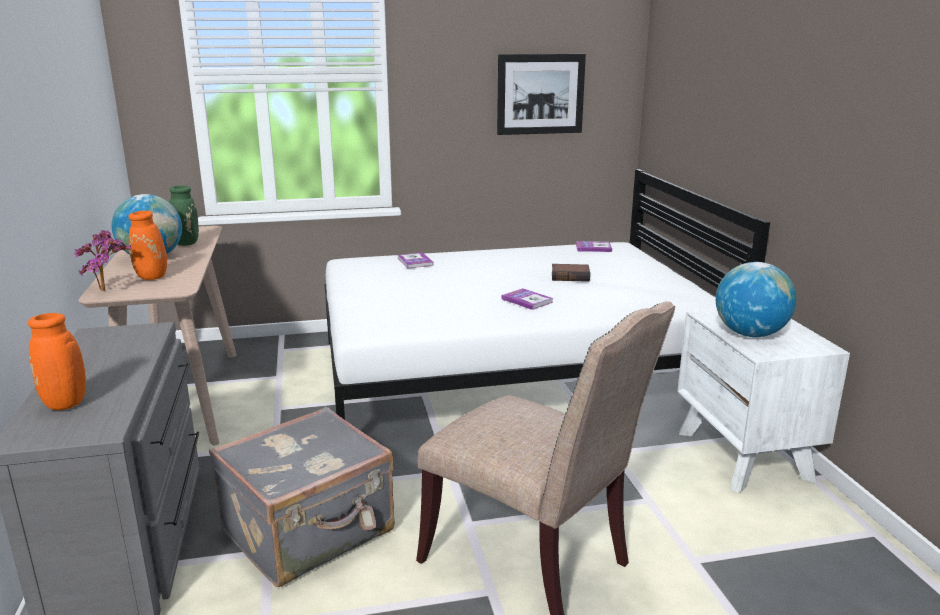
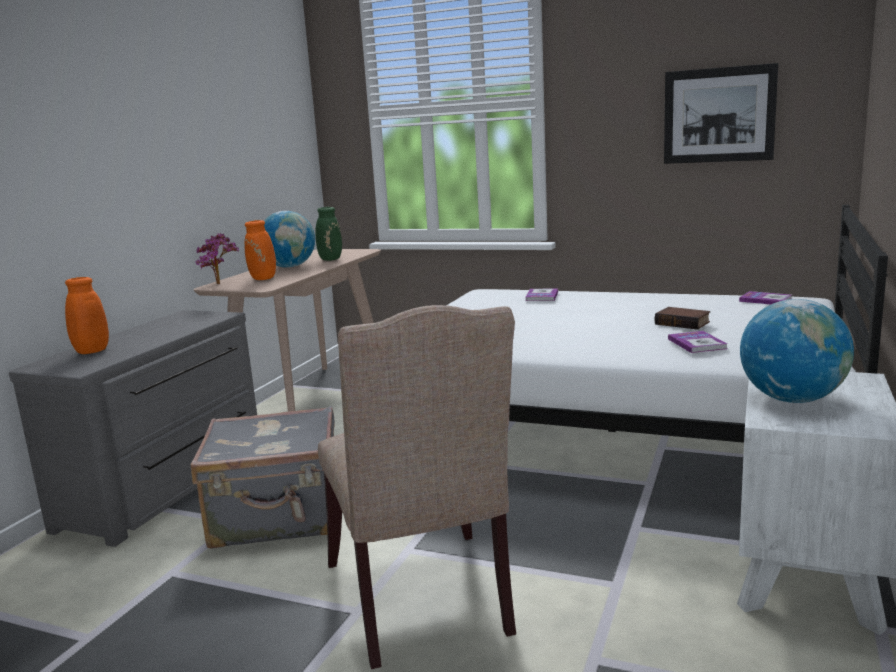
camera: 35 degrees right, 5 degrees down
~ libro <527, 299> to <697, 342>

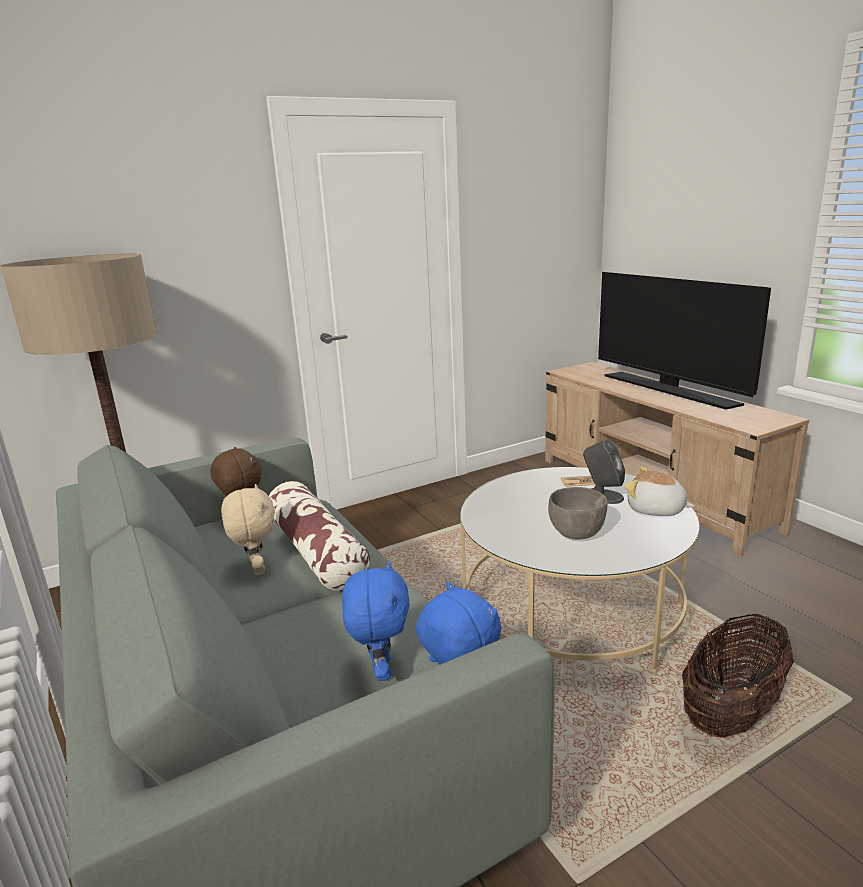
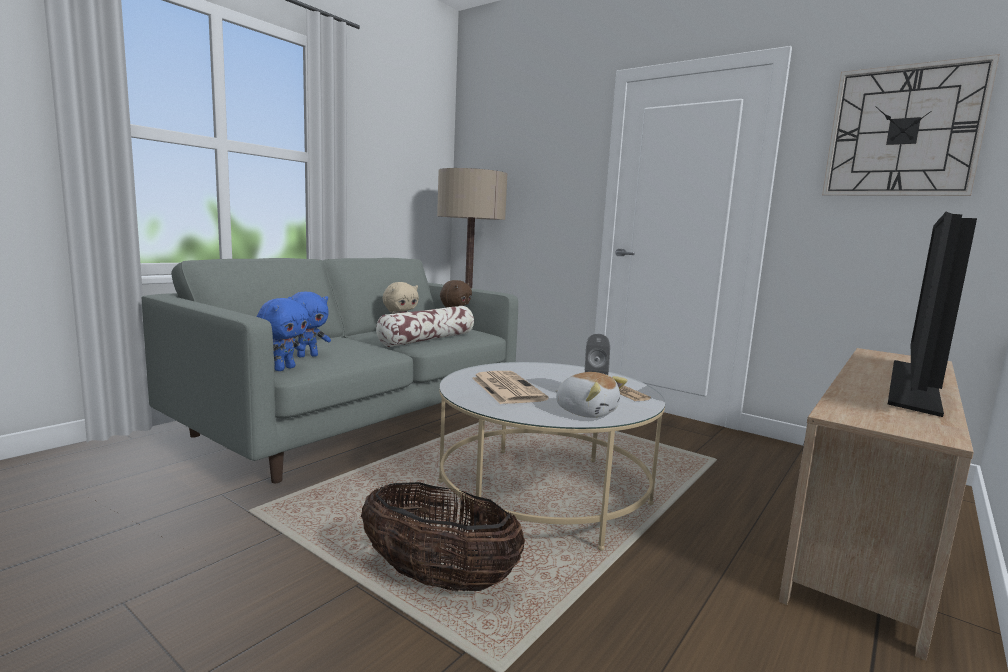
camera: 65 degrees right, 10 degrees down
~ cuenco (gris) <577, 513> to periódico <510, 387>
~ peluche <659, 491> = <591, 395> 120 degrees clockwise
+ reloj de pared <911, 125>

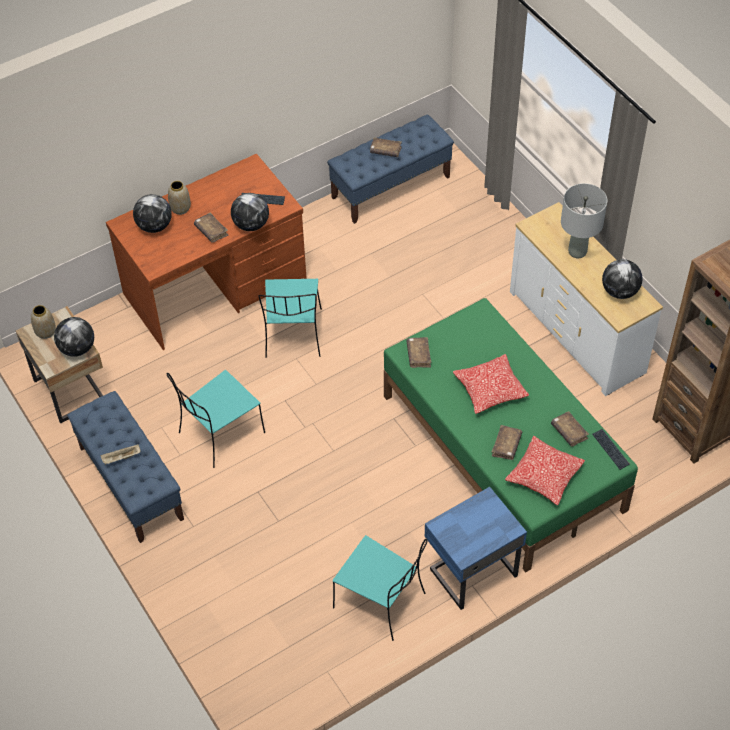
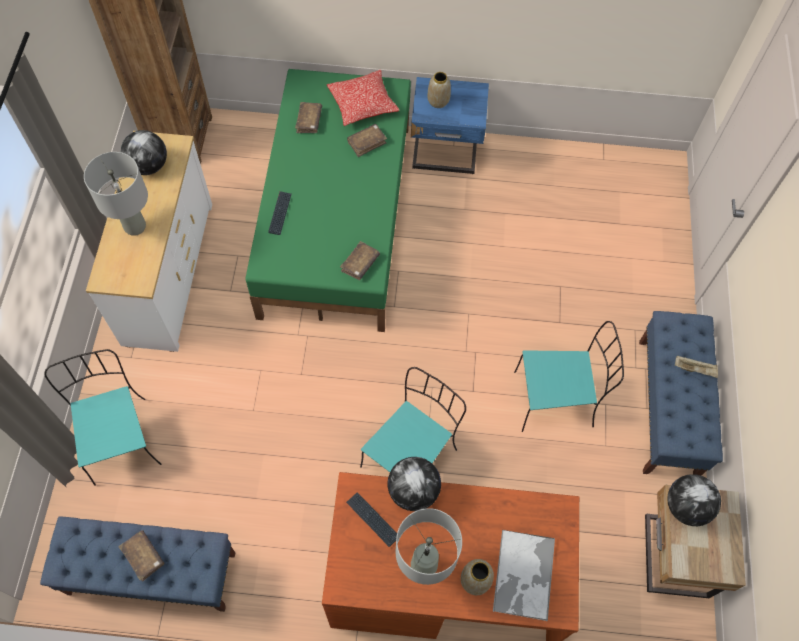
camera: 145 degrees left, 10 degrees up
~ florero <43, 322> to <439, 90>
~ globo terráqueo <152, 213> to bandeja <524, 575>
- libro (marrón) <211, 228>
~ silla (turquesa) <380, 588> to <103, 417>
- cojín <491, 384>
~ teclado <611, 449> to <279, 213>
+ lámpara de mesa (gris) <429, 546>

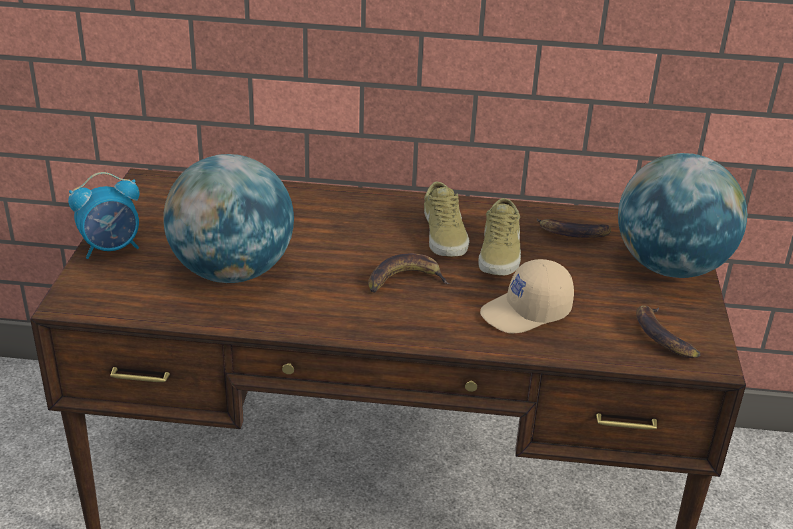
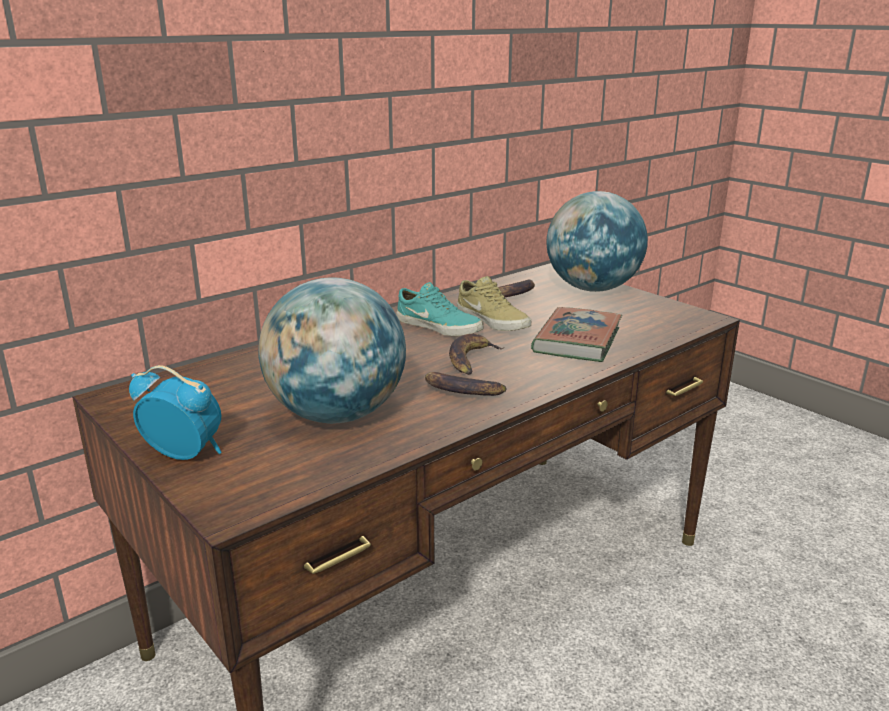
camera: 45 degrees left, 10 degrees down
~ despertador <104, 215> = <175, 412> 90 degrees counterclockwise
~ zapato (beis) <446, 219> to zapato (turquesa) <440, 309>
~ gorra (beis) <527, 296> to libro <576, 334>
~ plátano <668, 331> to <466, 384>

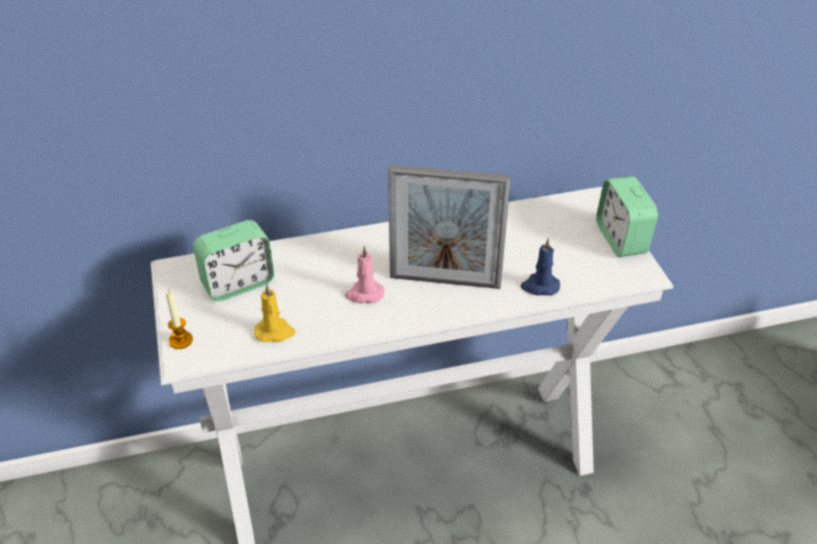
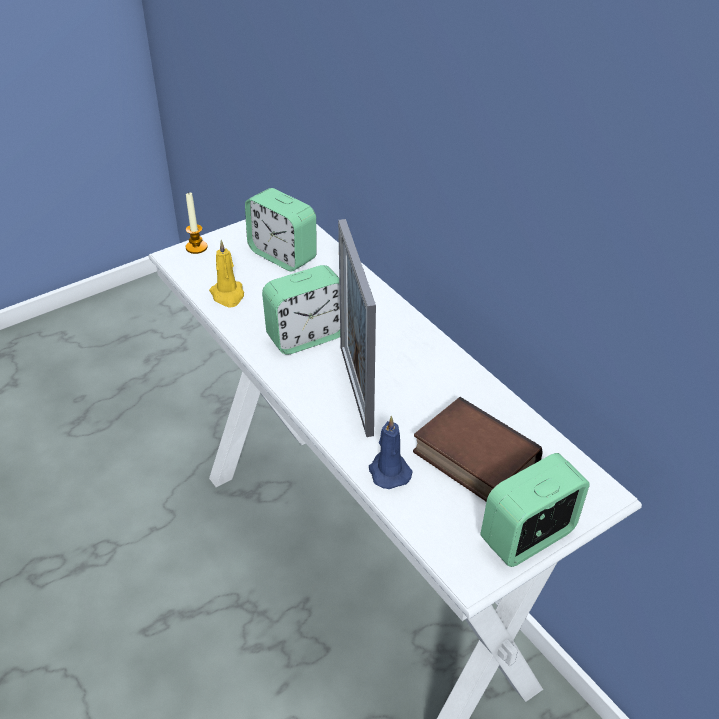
camera: 70 degrees right, 0 degrees up
~ vela (rosa) <364, 275> to despertador <301, 310>
+ libro <478, 449>

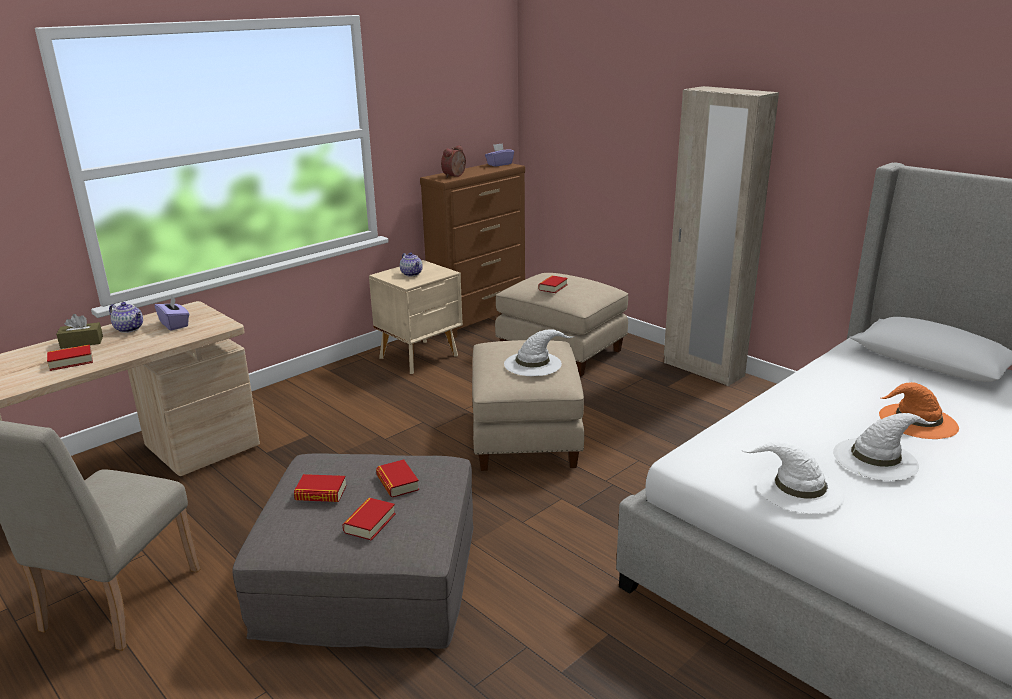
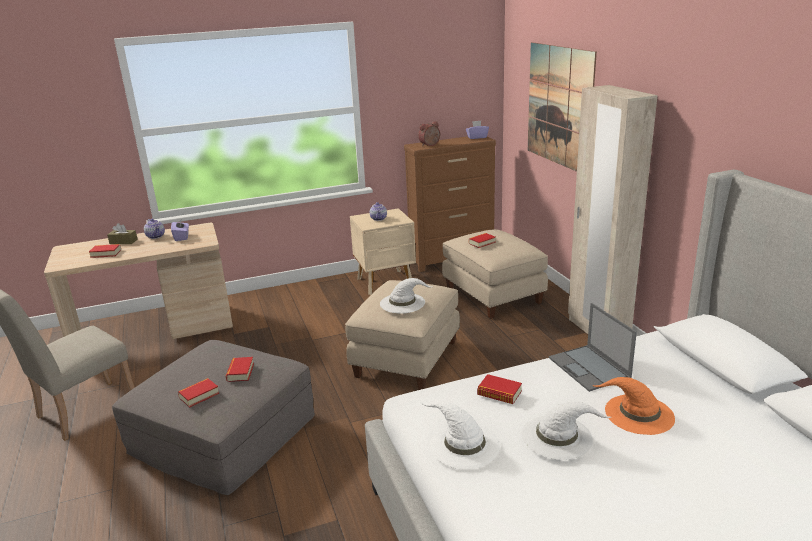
camera: 25 degrees right, 0 degrees up
~ libro <320, 488> to <499, 389>
+ cuadro <562, 107>
+ portátil <593, 347>

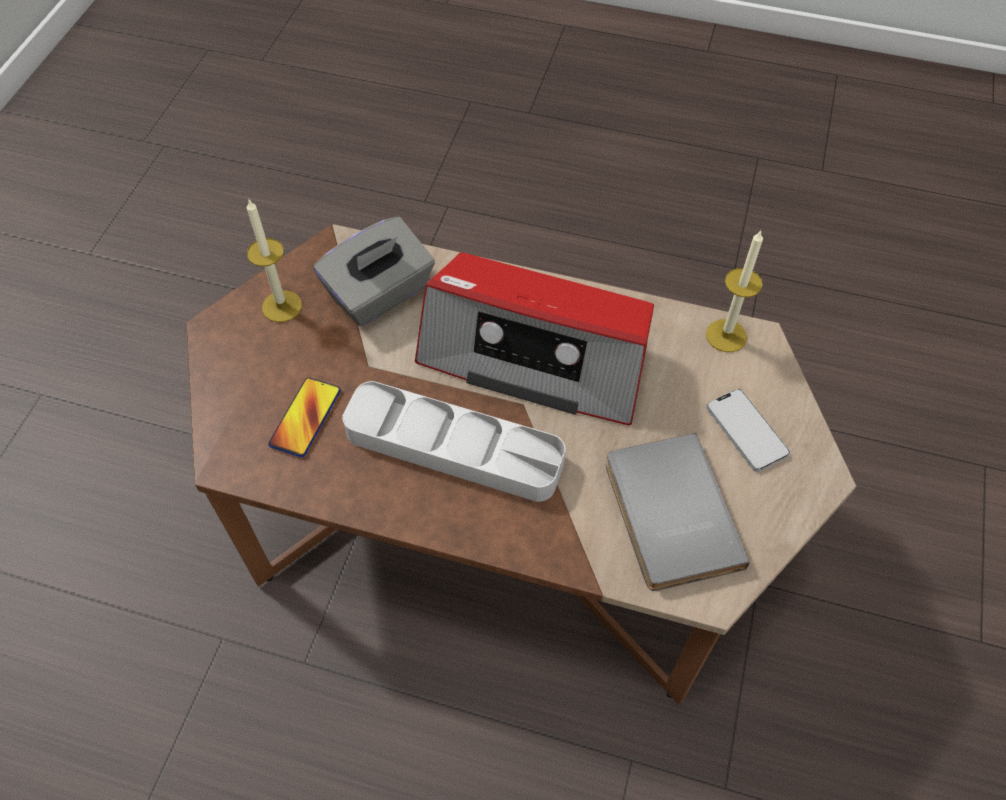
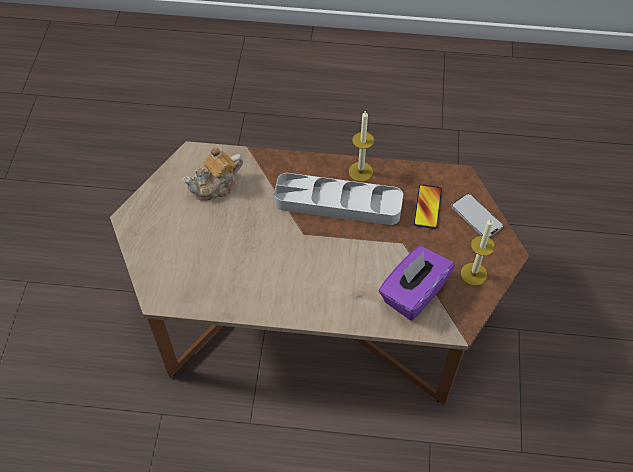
camera: 170 degrees right, 0 degrees up
~ caja de pañuelos (gris) <374, 271> to caja de pañuelos (morado) <417, 283>
- radio <534, 339>
~ libro (gris) <678, 512> to tetera <212, 173>
~ vela <734, 291> to <361, 146>
~ móvil <748, 430> to <477, 215>

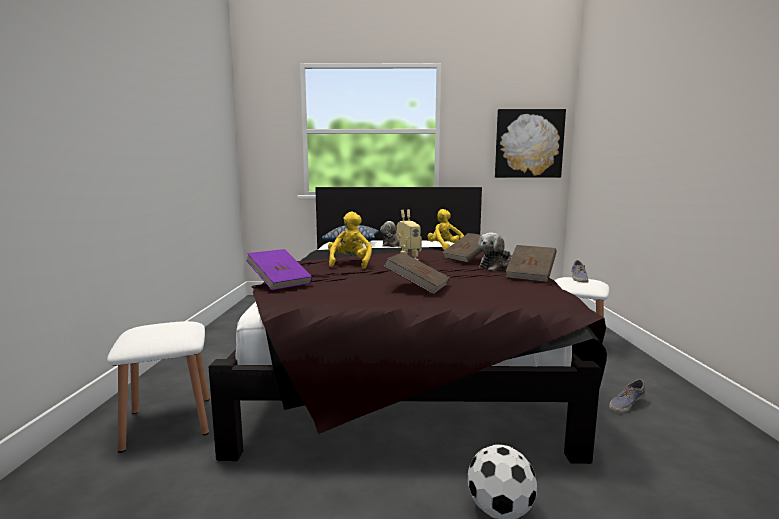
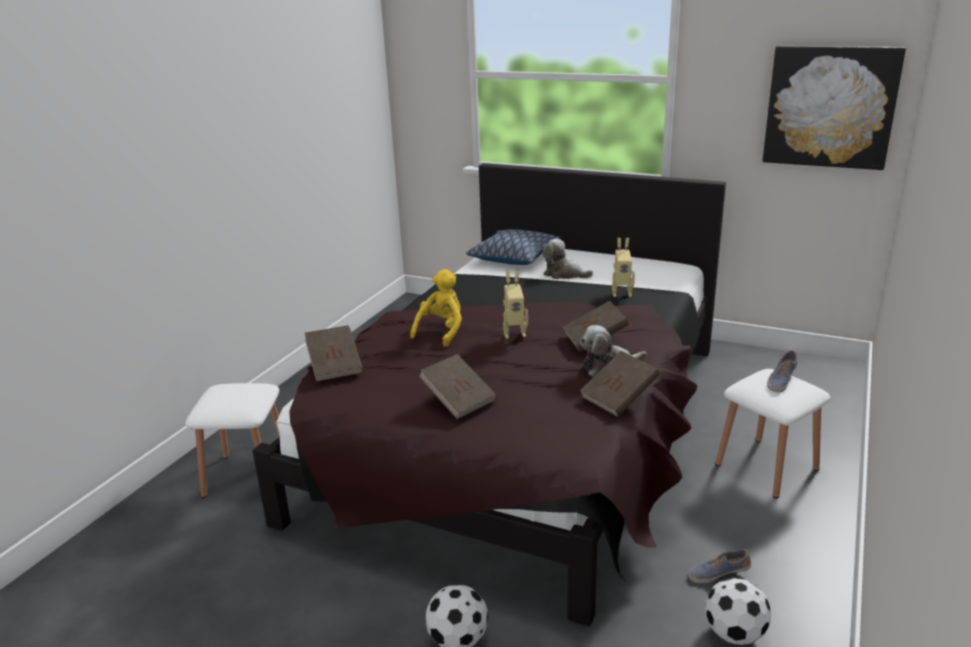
camera: 25 degrees right, 15 degrees up
~ libro (morado) <279, 269> to libro (marrón) <334, 353>
~ peluche (amarillo) <445, 229> to robot de juguete <623, 267>
+ balón de fútbol <738, 611>

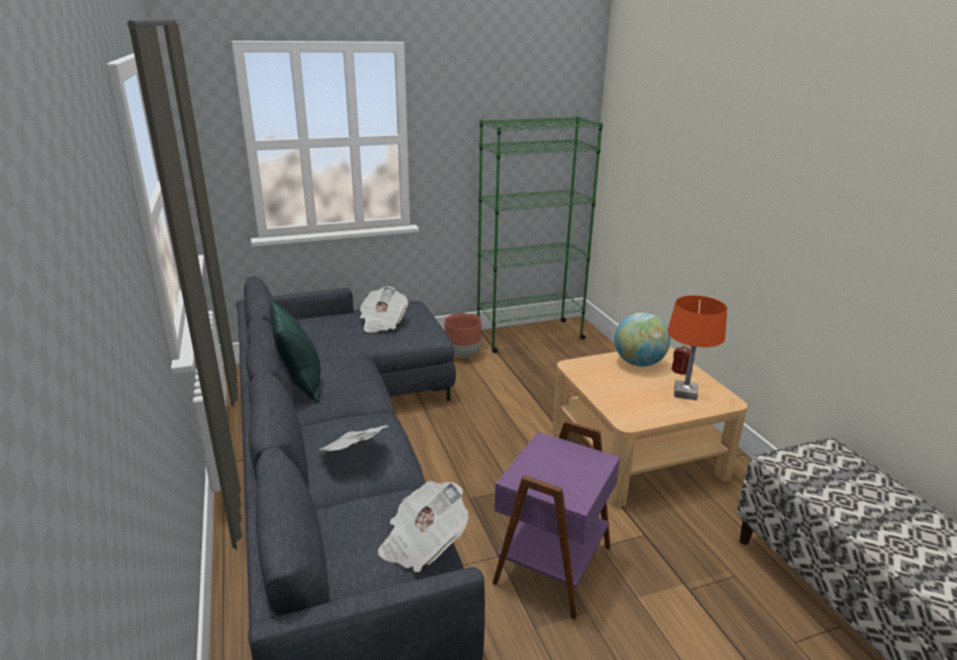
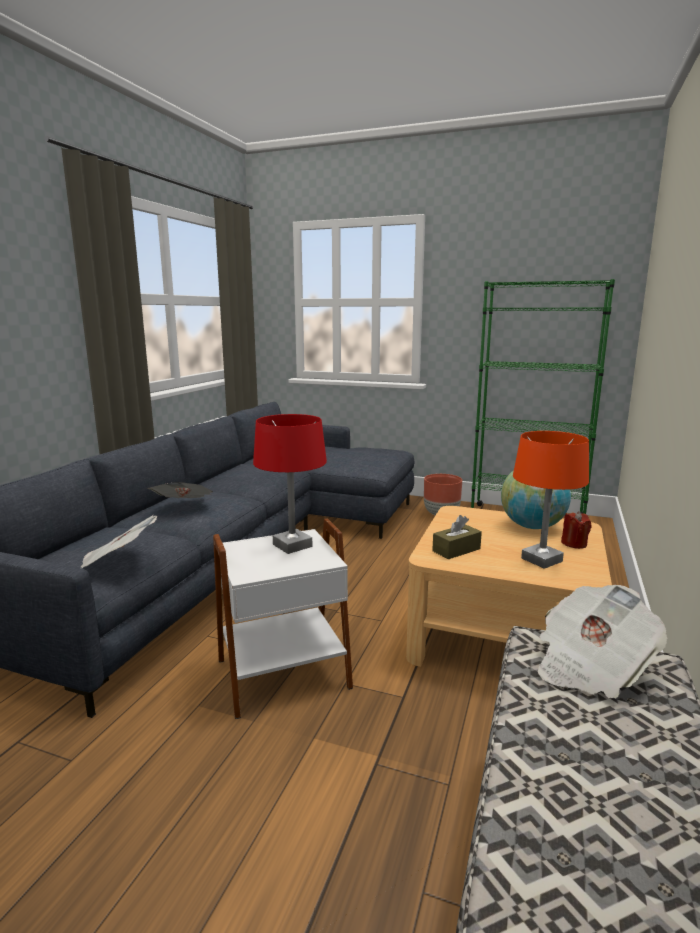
camera: 40 degrees right, 10 degrees down
- cojín (verde) <295, 351>
~ periódico <384, 309> to <602, 641>
~ mesa auxiliar (morado) <556, 520> to mesa auxiliar (blanco) <283, 619>
+ lámpara de mesa (rojo) <290, 484>
+ caja de pañuelos (marrón) <457, 537>

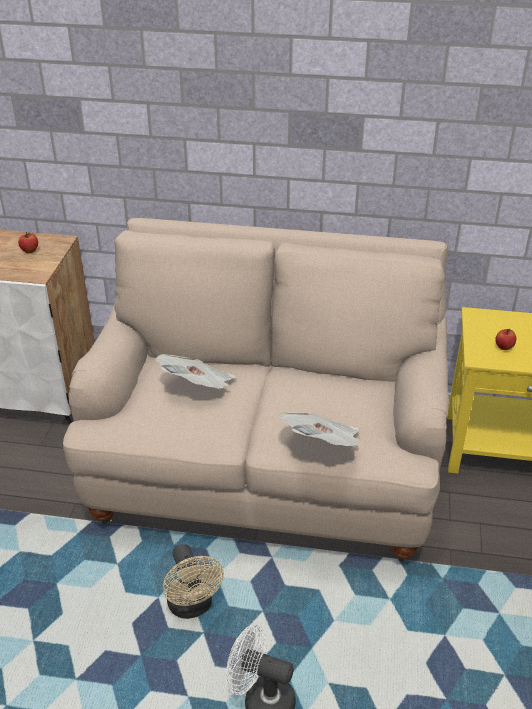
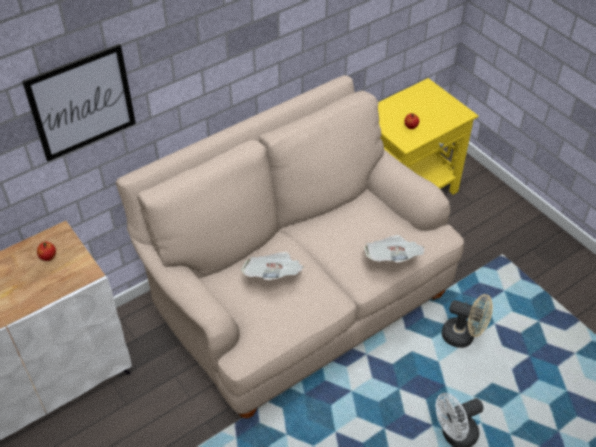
camera: 45 degrees left, 10 degrees up
~ ventilador (beis) <193, 581> to <467, 321>
+ cuadro <79, 102>

